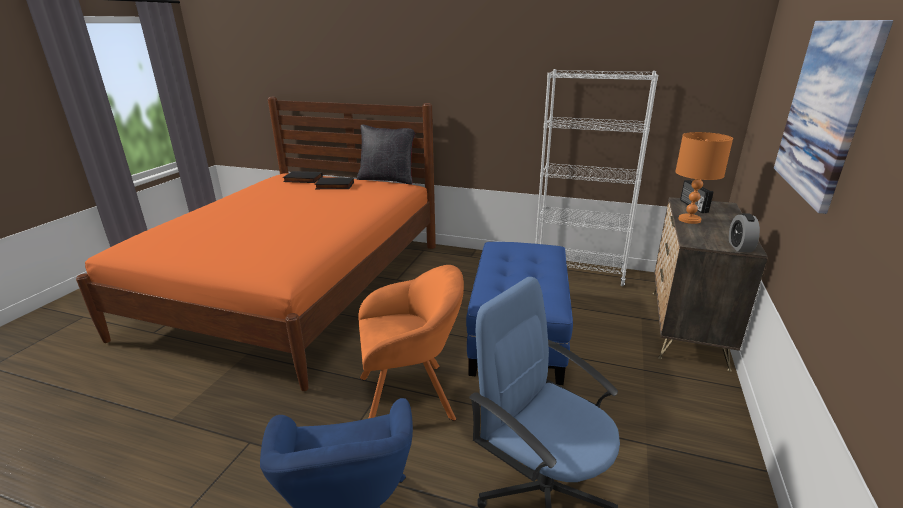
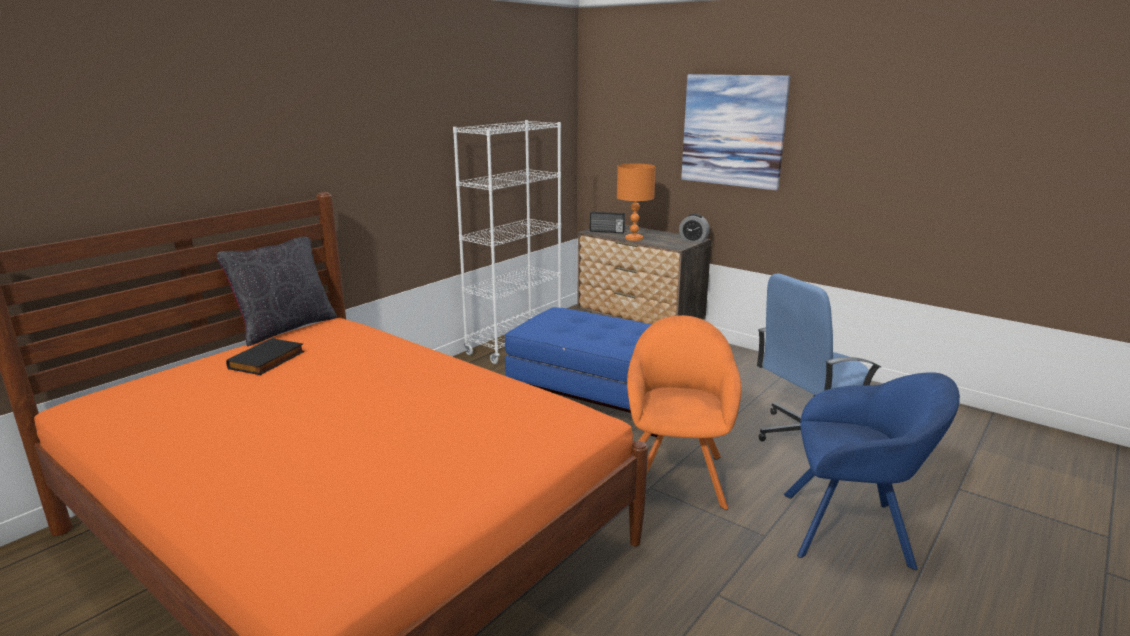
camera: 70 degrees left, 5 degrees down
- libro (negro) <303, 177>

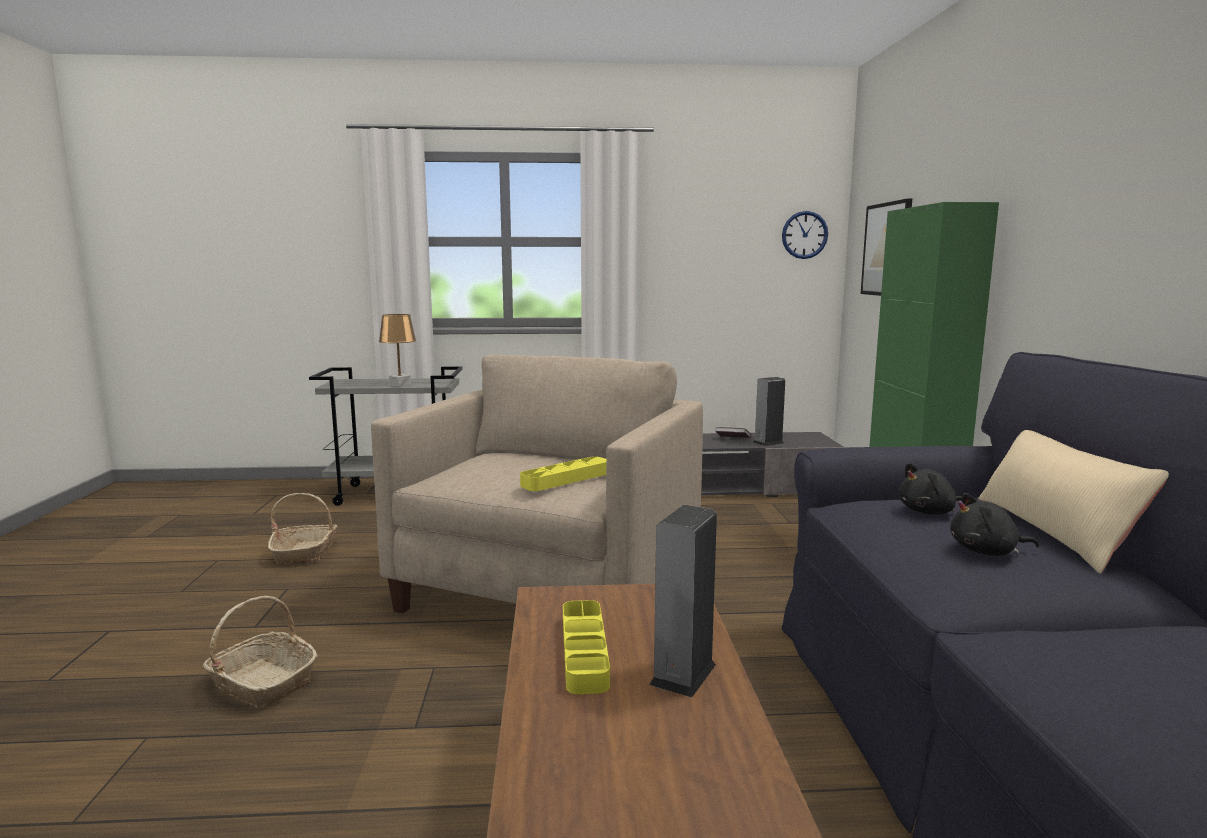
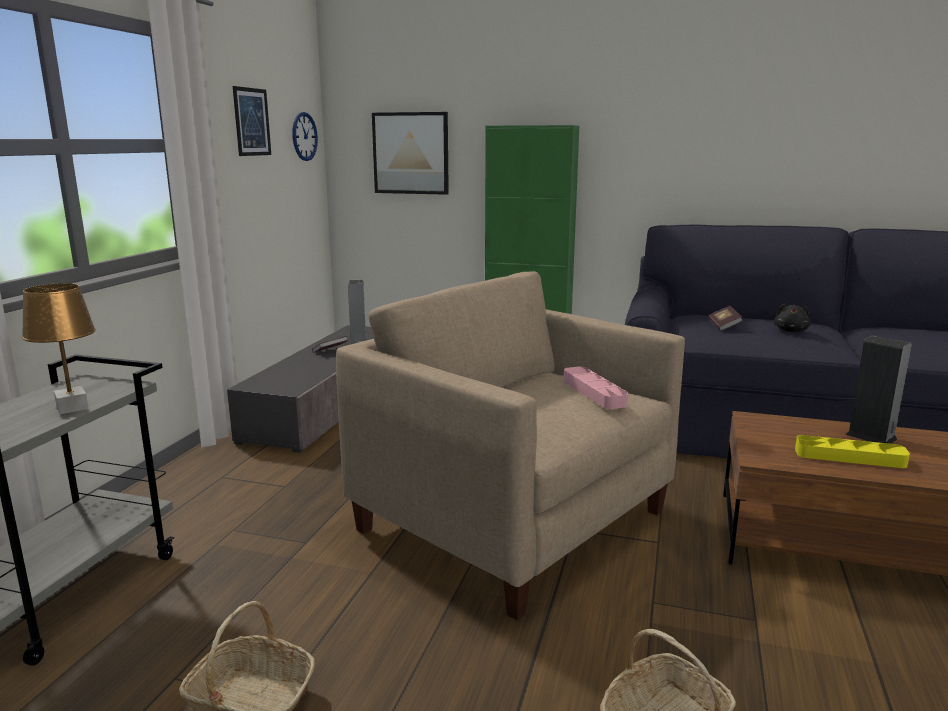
camera: 70 degrees left, 5 degrees up
~ bandeja (amarillo) <563, 473> to bandeja (rosa) <596, 387>
~ peluche (negro) <930, 489> to libro <726, 318>
- cojín (beis) <1073, 502>
+ cuadro <252, 121>

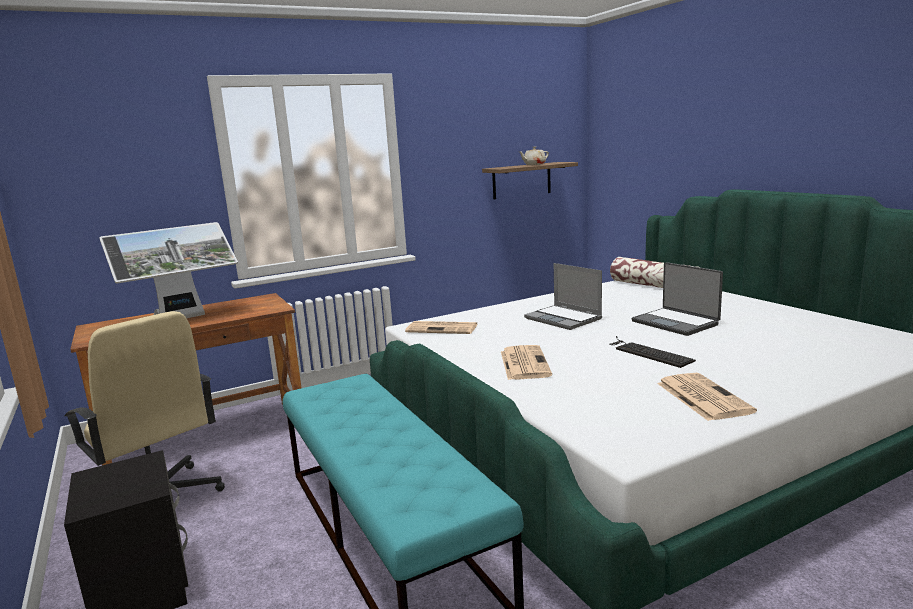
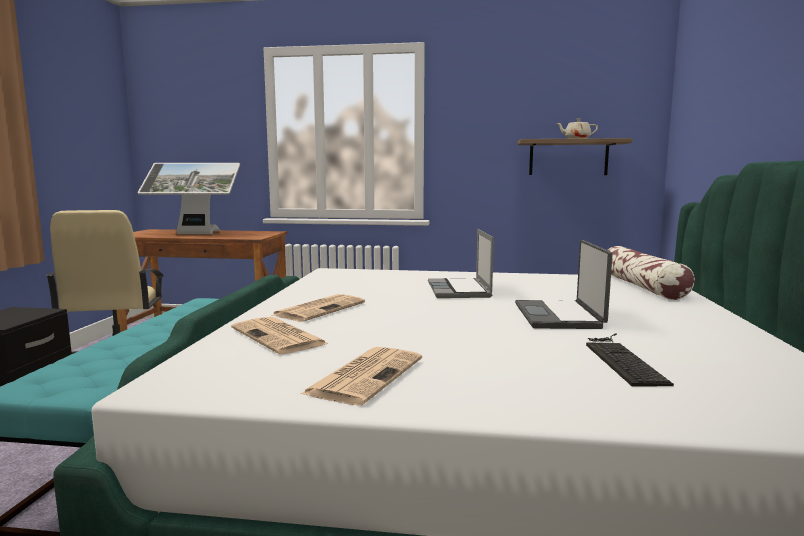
camera: 35 degrees right, 5 degrees down
~ periódico <441, 327> to <279, 335>
~ teclado <653, 352> to <630, 360>

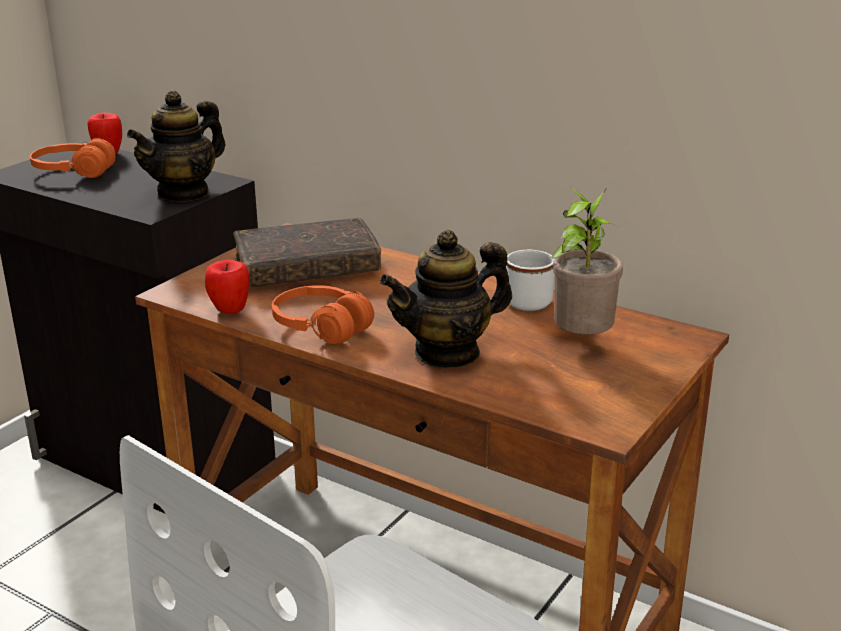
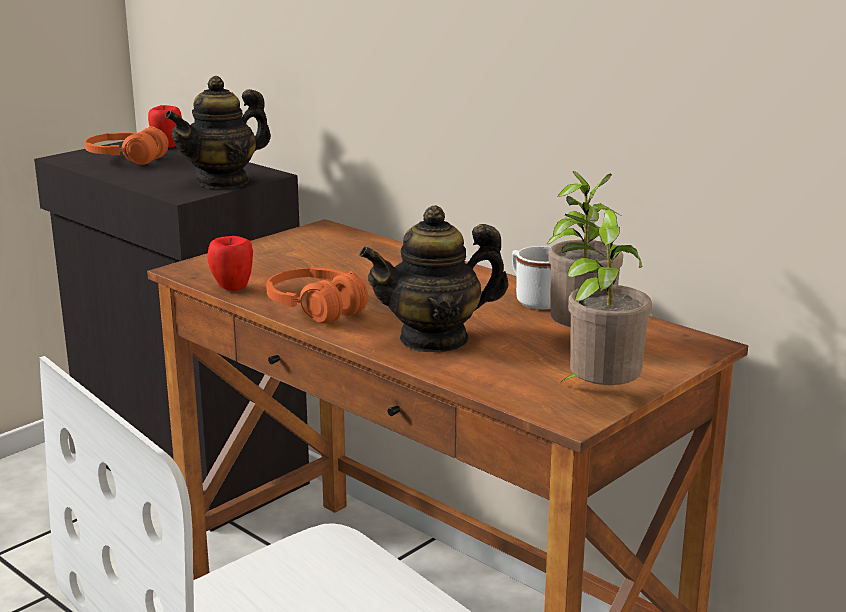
camera: 10 degrees right, 5 degrees down
- libro (marrón) <307, 252>
+ planta en maceta <607, 297>

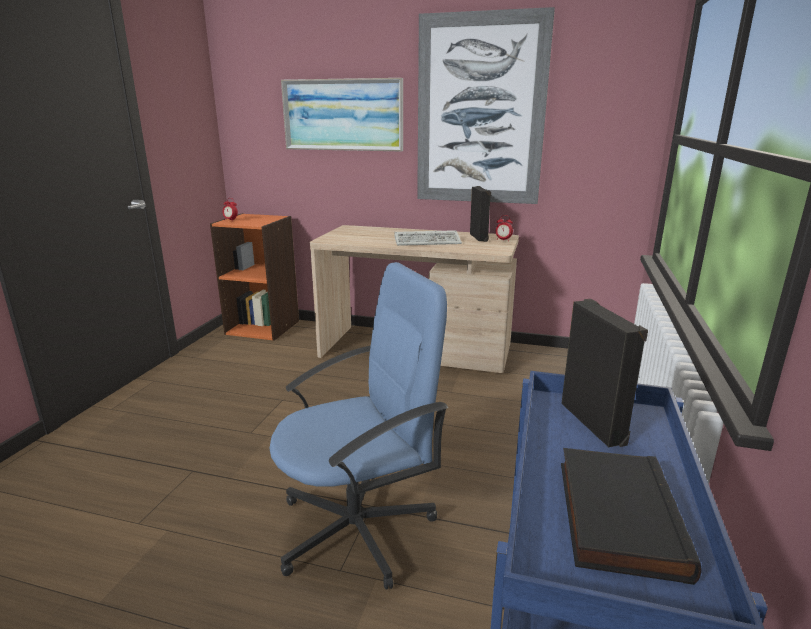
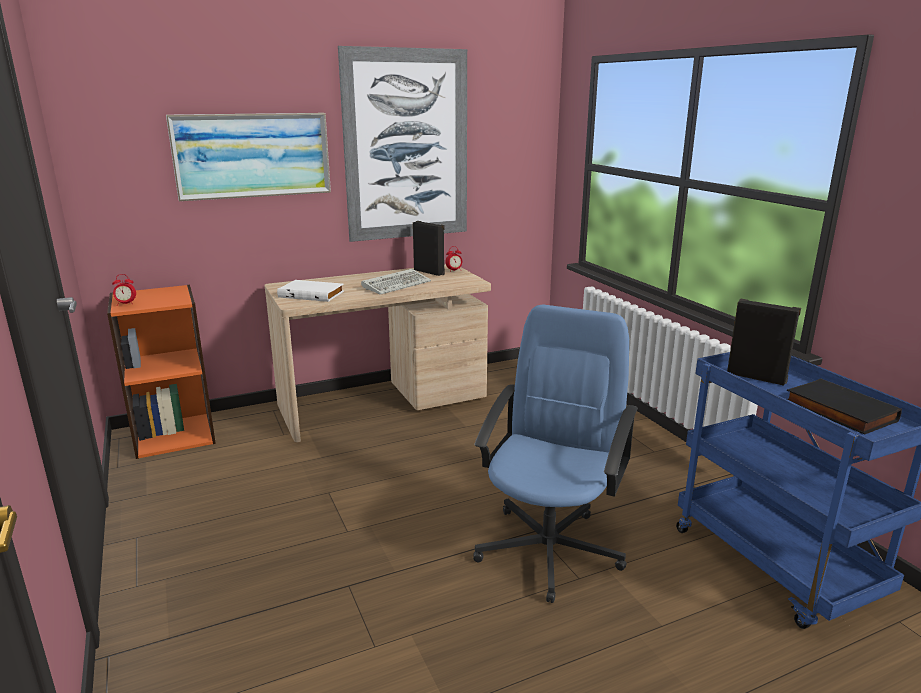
camera: 40 degrees left, 0 degrees up
+ libro (blanco) <310, 291>

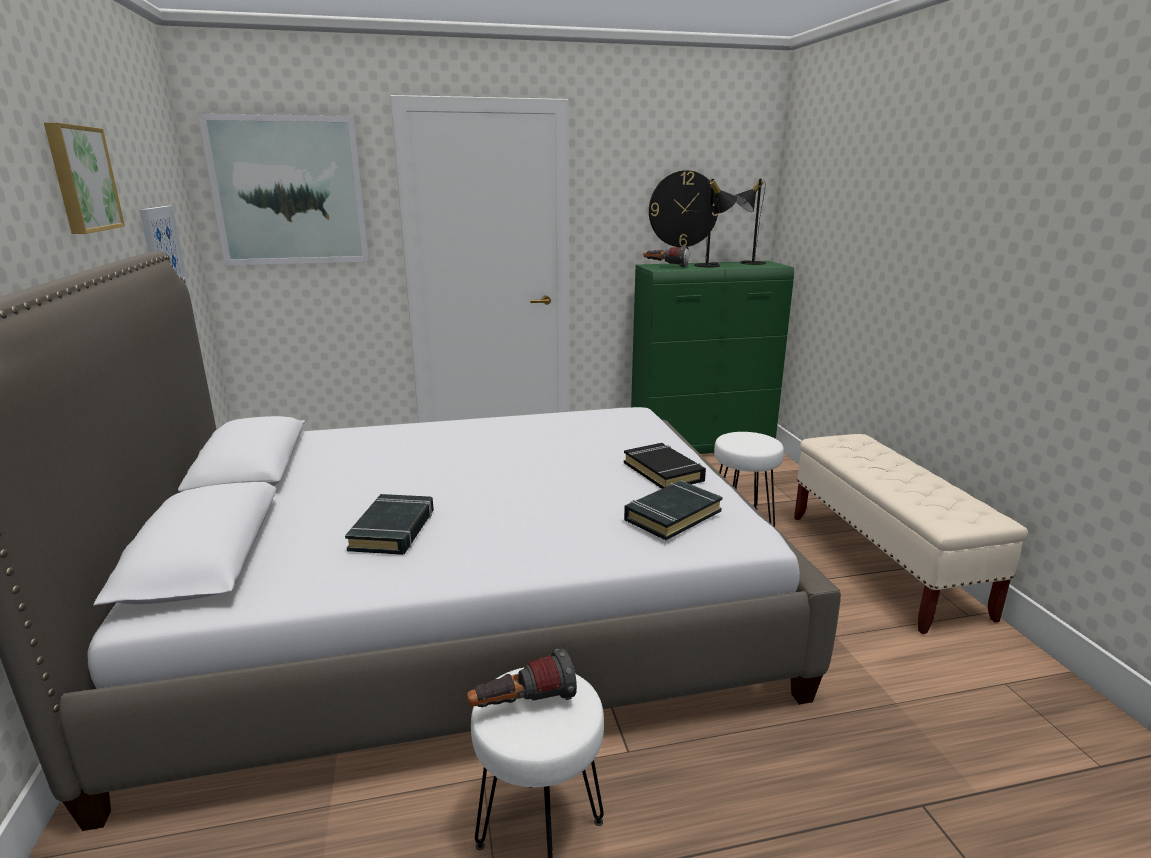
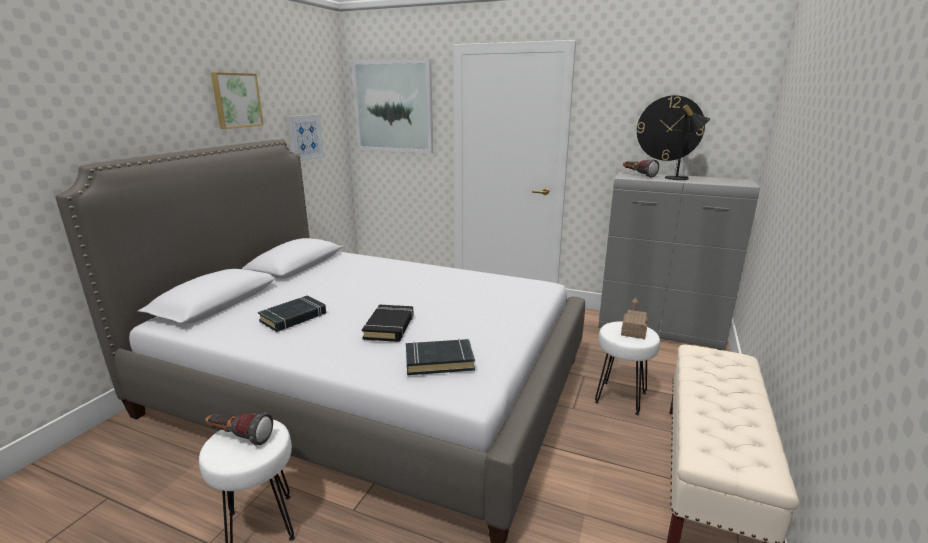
camera: 35 degrees right, 0 degrees up
~ libro (negro) <665, 466> to <388, 323>
~ armario (verde) <712, 357> to armario (gris) <679, 261>
- lámpara de mesa (negro) <750, 222>
+ casita <634, 318>

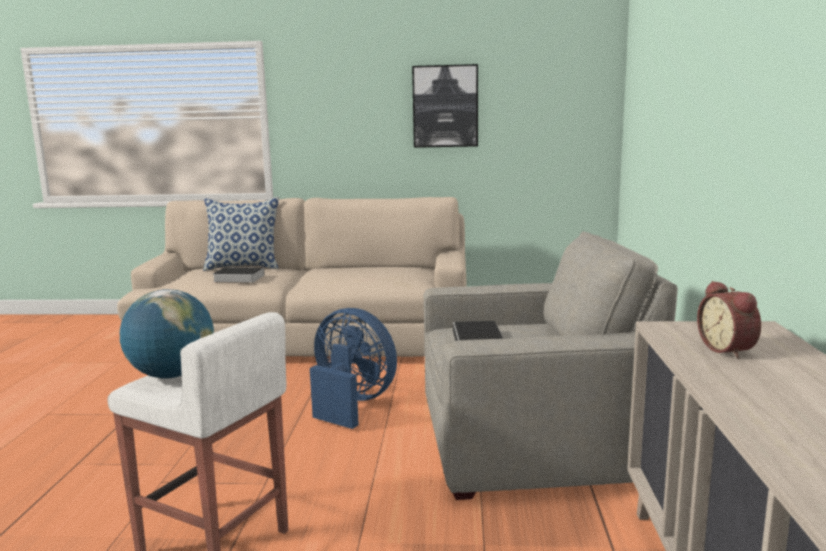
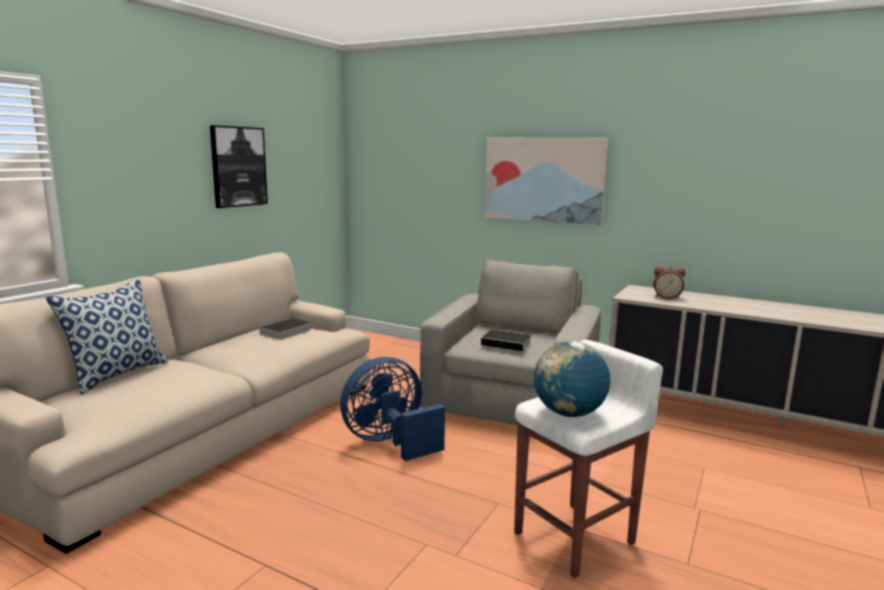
camera: 65 degrees left, 0 degrees up
~ libro <239, 275> to <282, 329>
+ cuadro <546, 182>

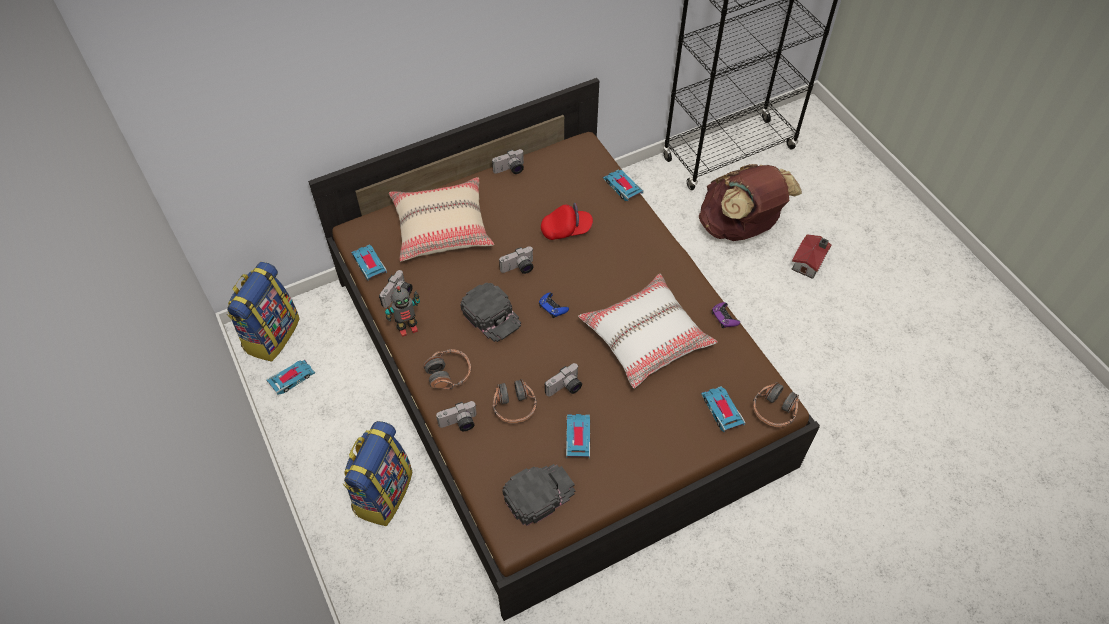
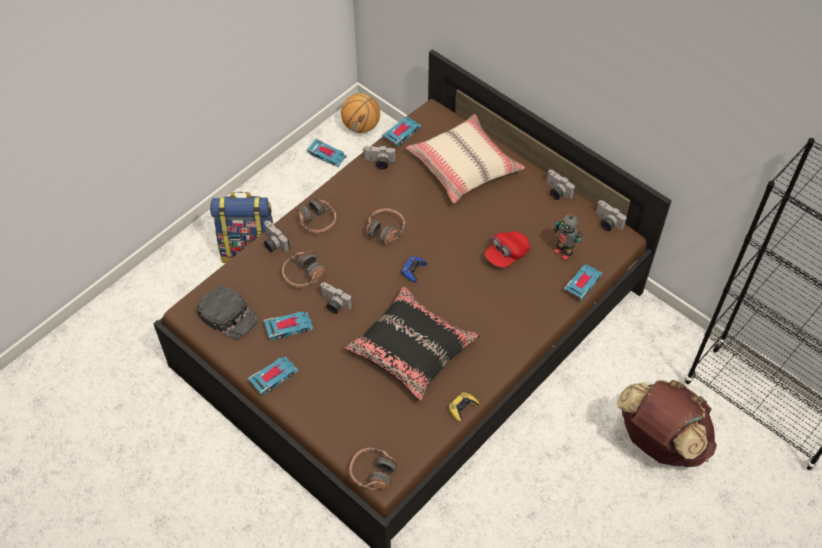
camera: 70 degrees right, 0 degrees up
~ mochila <263, 312> to balón de baloncesto <360, 113>
~ robot de juguete <402, 311> to <568, 237>
~ gorra (negro) <490, 312> to auriculares <385, 226>
~ cámara <516, 260> to <611, 215>
~ gorra (rojo) <567, 221> = <507, 249> 75 degrees clockwise
~ cojín (blanco) <648, 331> to cojín (negro) <412, 343>
~ coche de juguete <723, 409> to <273, 375>
~ mando de consola (morado) <726, 315> to mando de consola (amarillo) <463, 407>
- casita <811, 256>

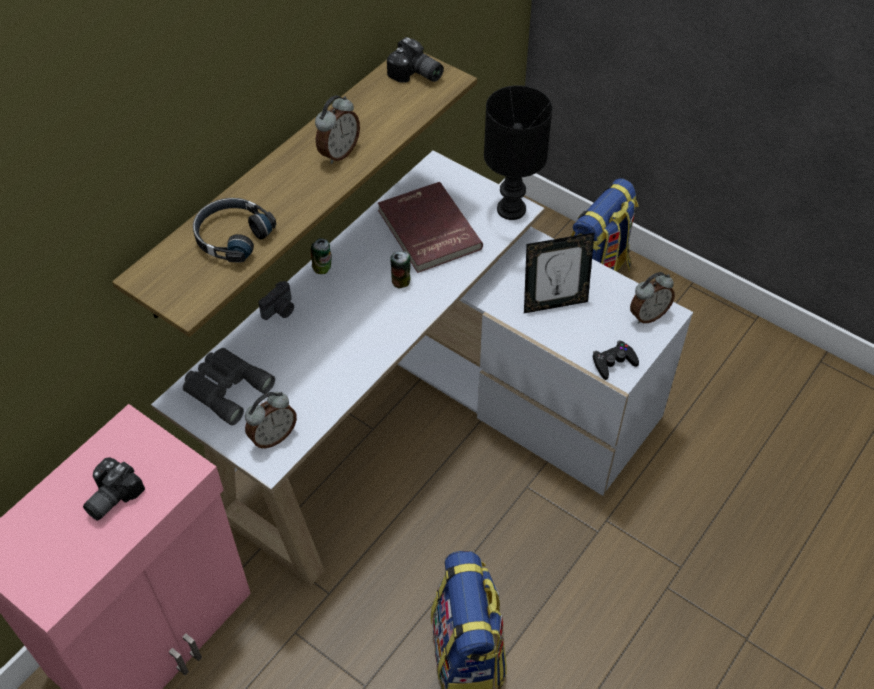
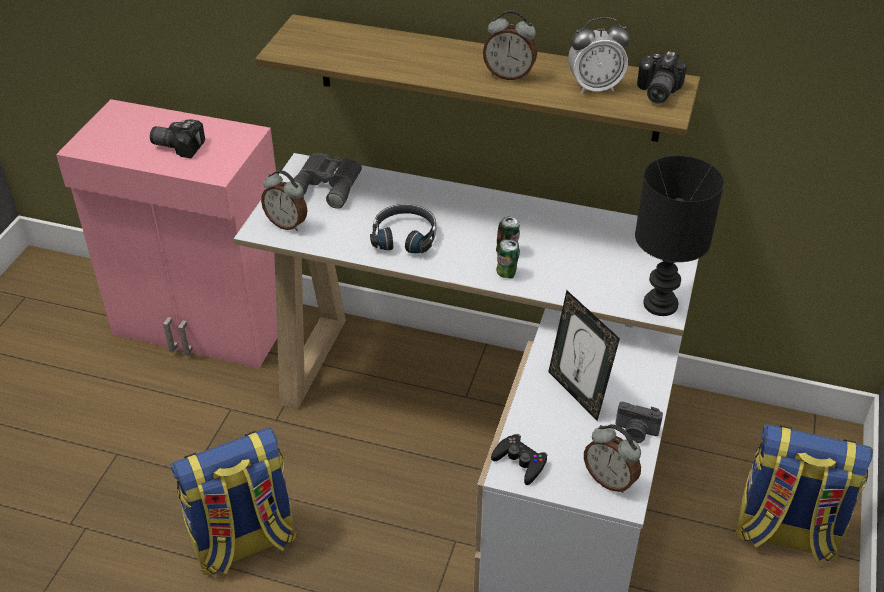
camera: 70 degrees right, 10 degrees down
~ auriculares (negro) <234, 230> to <403, 229>
~ cámara <276, 300> to <639, 422>
~ lata <321, 256> to <508, 258>
- libro (rojo) <430, 227>
+ despertador <599, 55>

